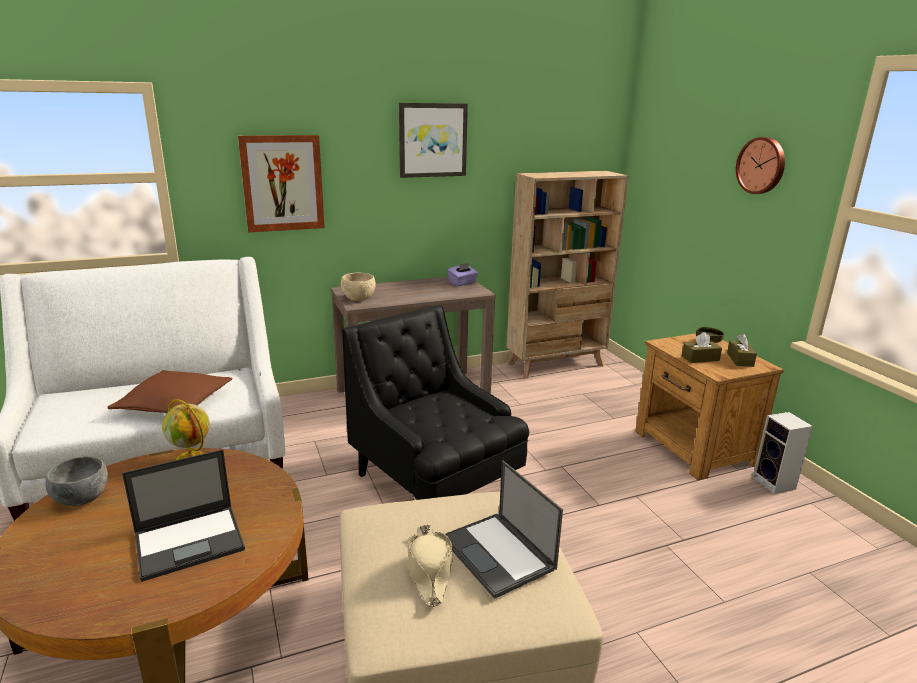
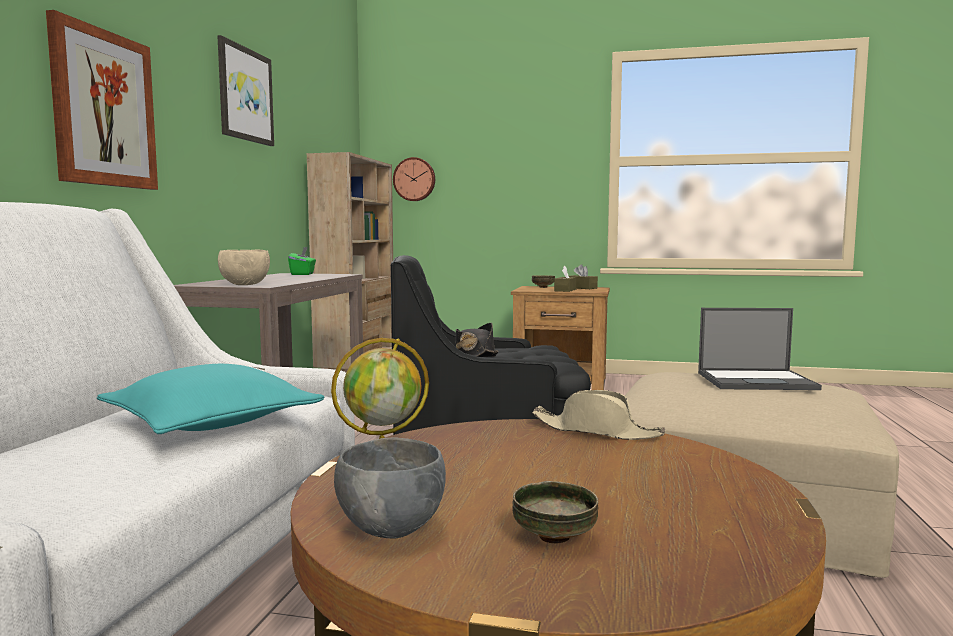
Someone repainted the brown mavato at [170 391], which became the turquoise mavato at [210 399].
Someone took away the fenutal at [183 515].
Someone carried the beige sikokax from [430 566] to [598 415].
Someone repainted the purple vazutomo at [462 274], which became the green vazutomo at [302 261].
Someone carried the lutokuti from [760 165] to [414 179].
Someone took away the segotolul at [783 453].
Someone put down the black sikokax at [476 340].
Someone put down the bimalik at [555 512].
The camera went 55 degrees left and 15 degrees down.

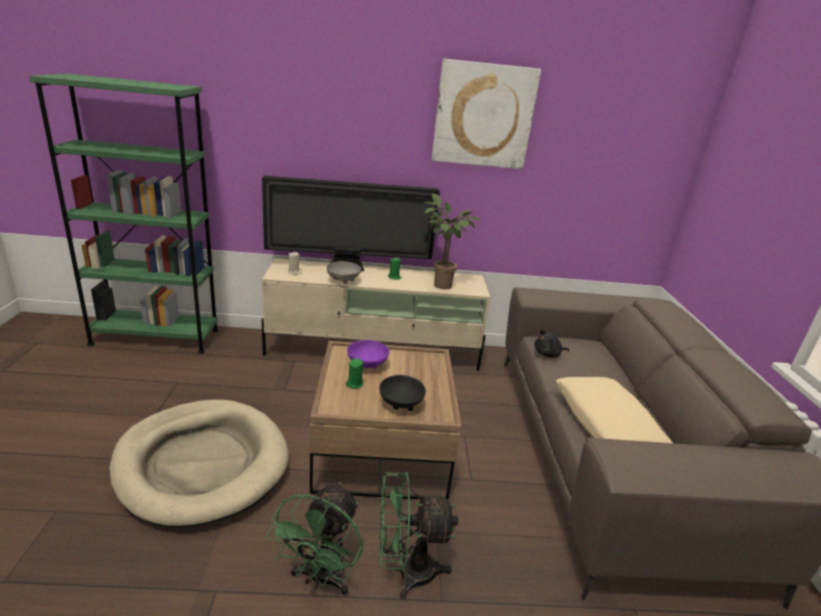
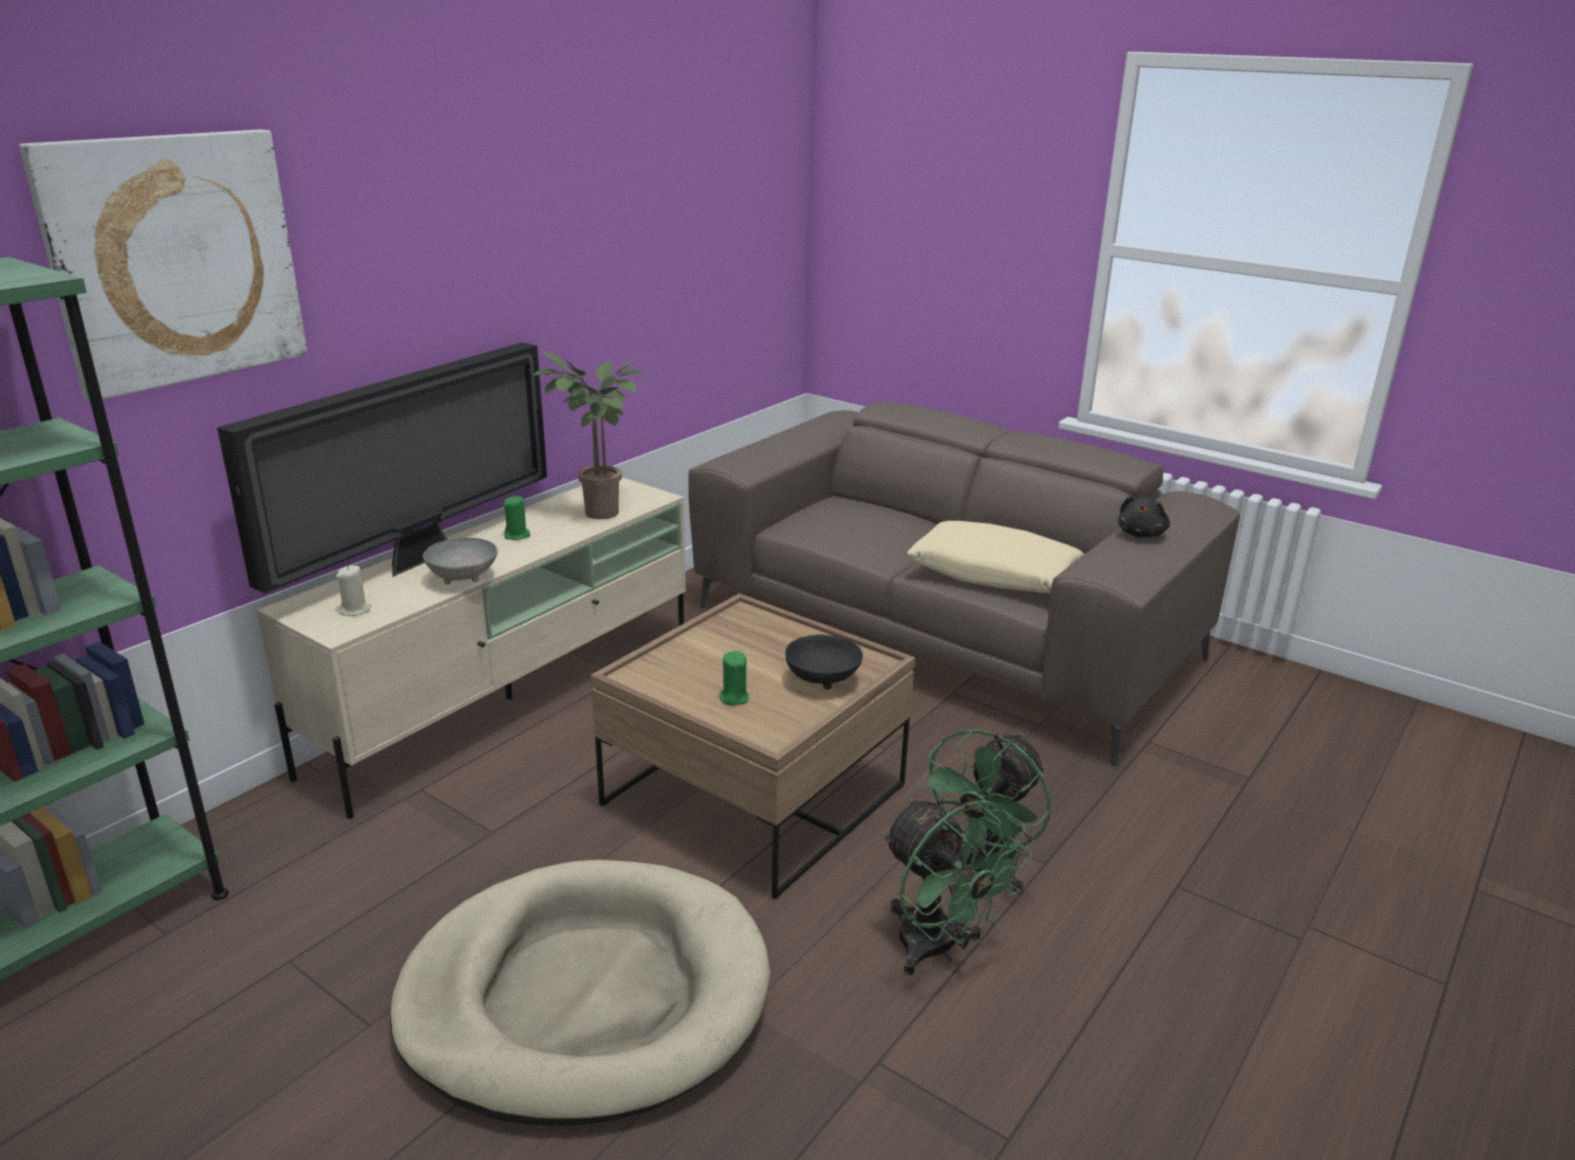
Someone took away the purple bimalik at [368 354].
Someone carried the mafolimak from [486 114] to [163 265].
Someone carried the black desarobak from [551 343] to [1144 517].
The camera went 50 degrees left and 0 degrees up.

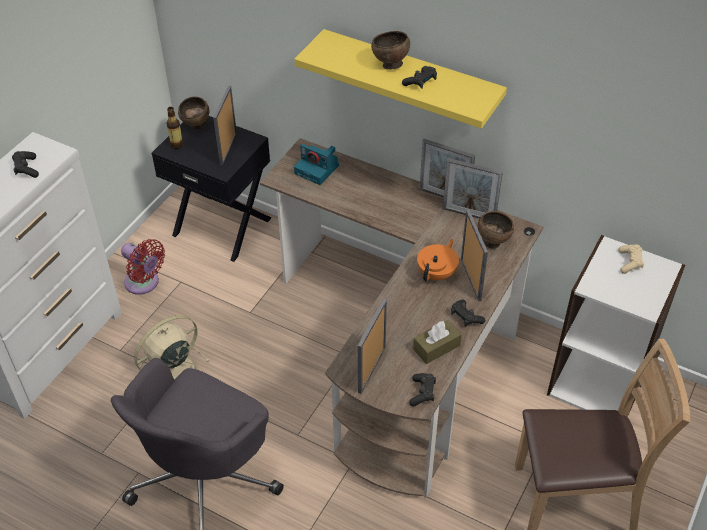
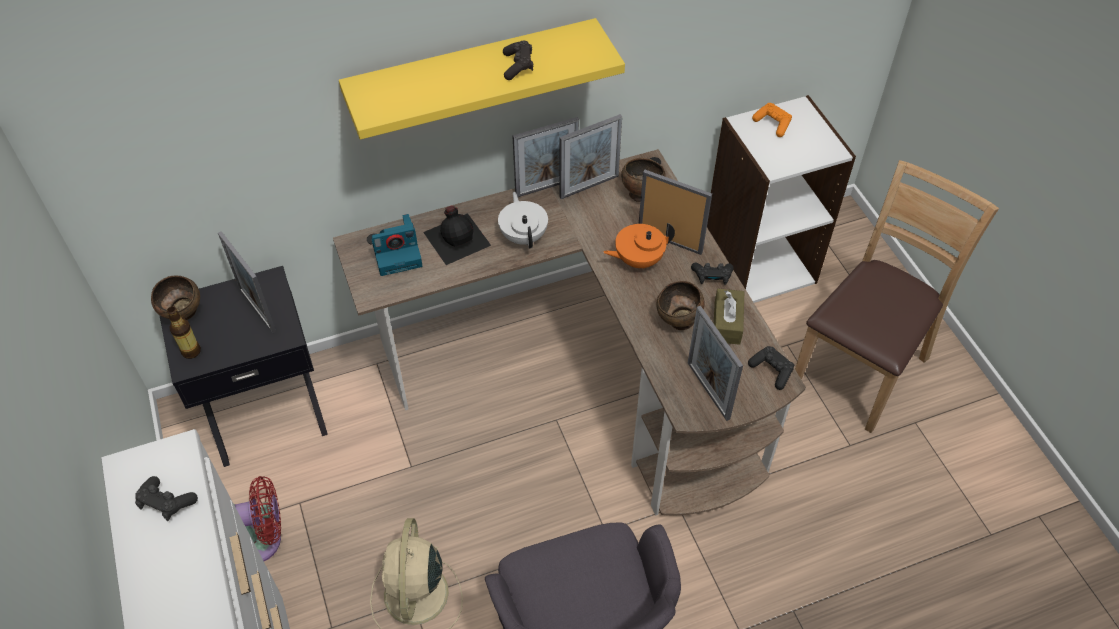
Someone carried the brown bimalik from [390 50] to [680 305].
Someone rotated the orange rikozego at [438 260] by 90 degrees counterclockwise.
Someone repainted the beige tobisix at [631 259], which became the orange tobisix at [772 120].
Someone put down the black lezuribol at [457 235].
Someone put down the white rikozego at [523 220].
The camera went 50 degrees left and 5 degrees up.

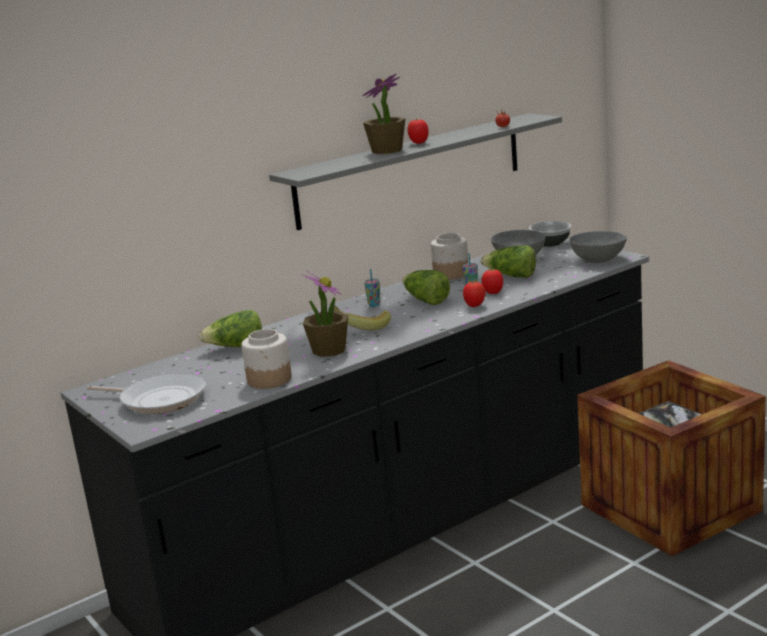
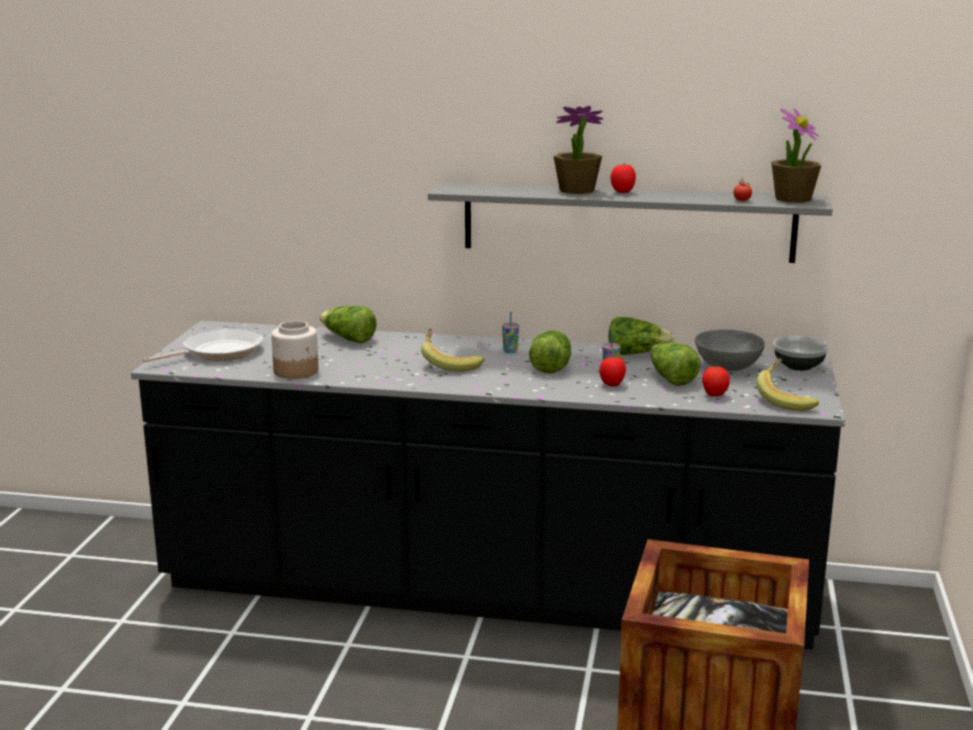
Someone rotated the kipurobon at [146 393] by 105 degrees counterclockwise.
Someone carried the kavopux from [325 314] to [796 155].
Someone swapped the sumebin at [449 256] for the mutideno at [641 336].
Someone carried the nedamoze from [474 294] to [716 381].
Someone swapped the grey bimalik at [598 247] for the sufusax at [787 384].
The camera went 45 degrees right and 0 degrees up.

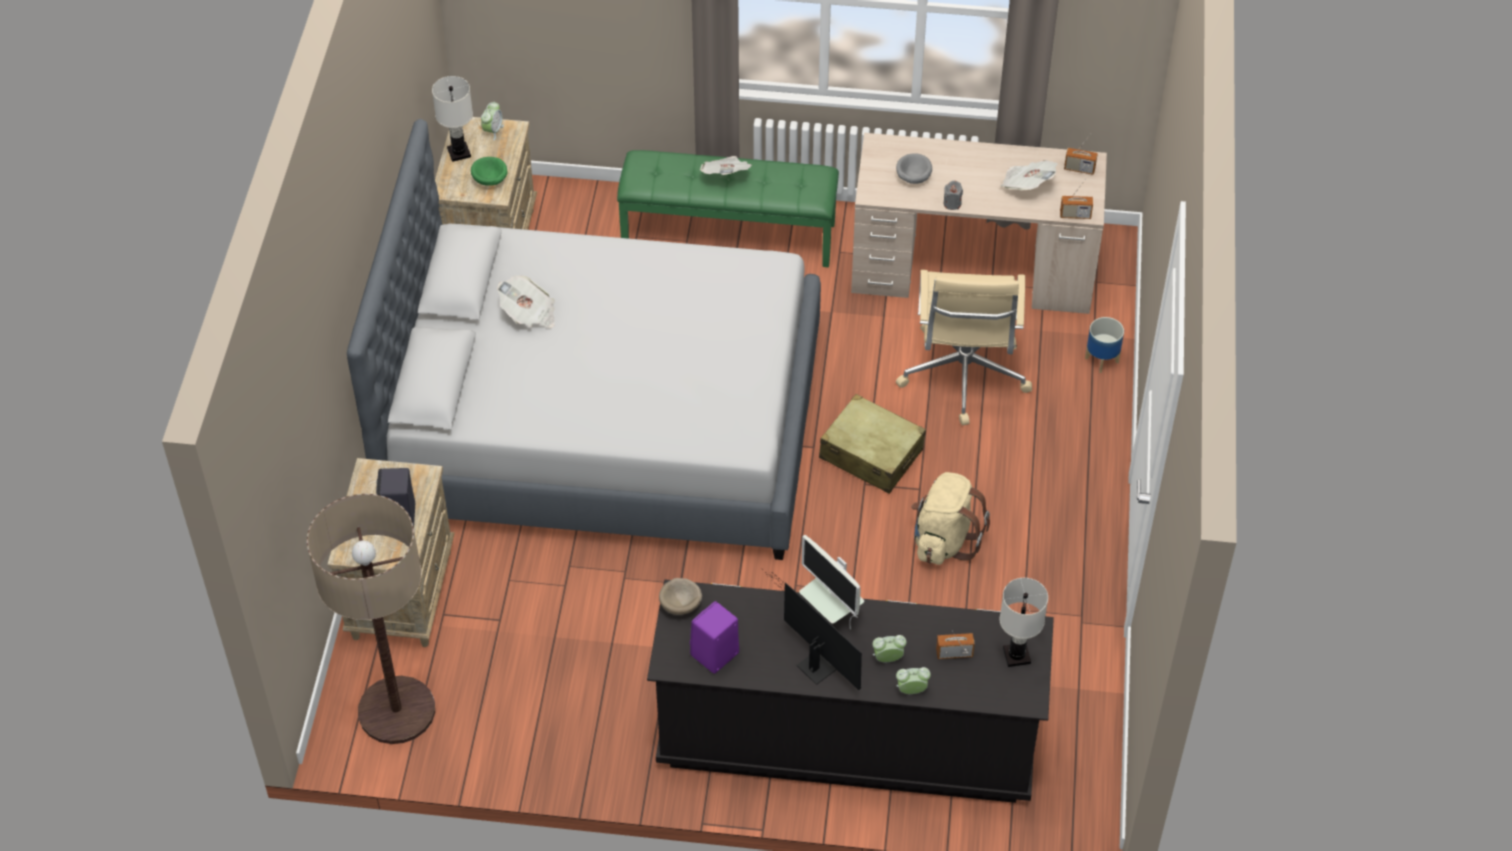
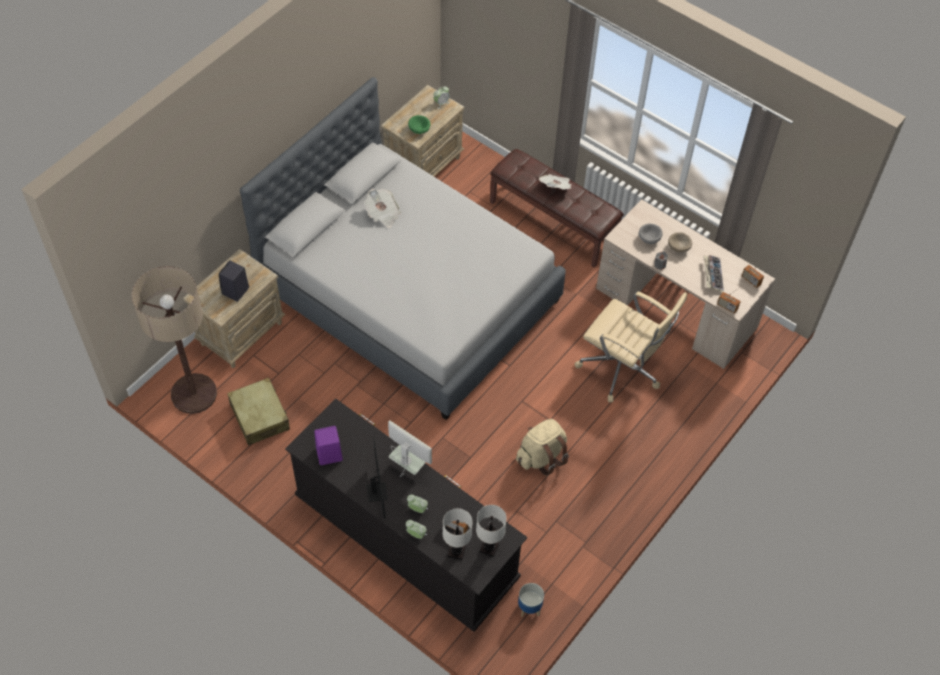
Someone carried the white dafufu from [452 119] to [458 534].
Someone repainted the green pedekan at [728 208], which became the brown pedekan at [557 208].
Someone carried the beige bimalik from [680 596] to [680 242].
Someone rotated the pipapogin at [831 582] by 135 degrees clockwise.
Someone carried the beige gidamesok from [872 444] to [258 412].
Someone rotated the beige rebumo at [964 347] by 90 degrees counterclockwise.
Someone swapped the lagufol at [1029 175] for the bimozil at [713 273].
Someone carried the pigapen from [1104 345] to [531 600].
The camera went 30 degrees right and 5 degrees up.

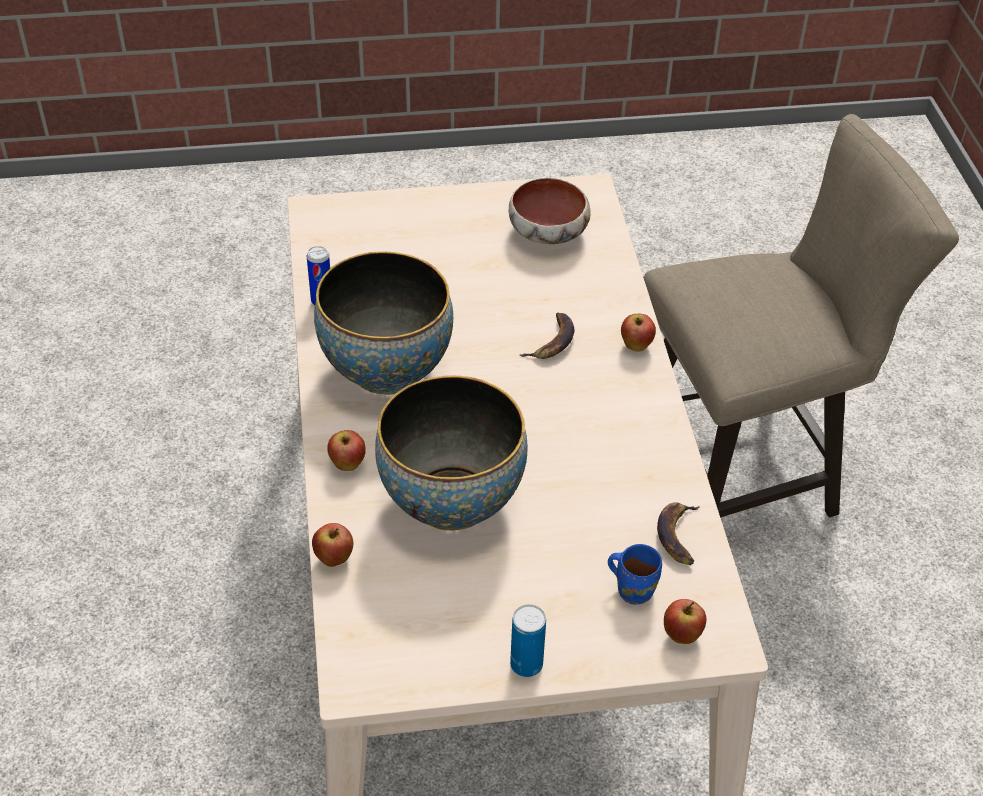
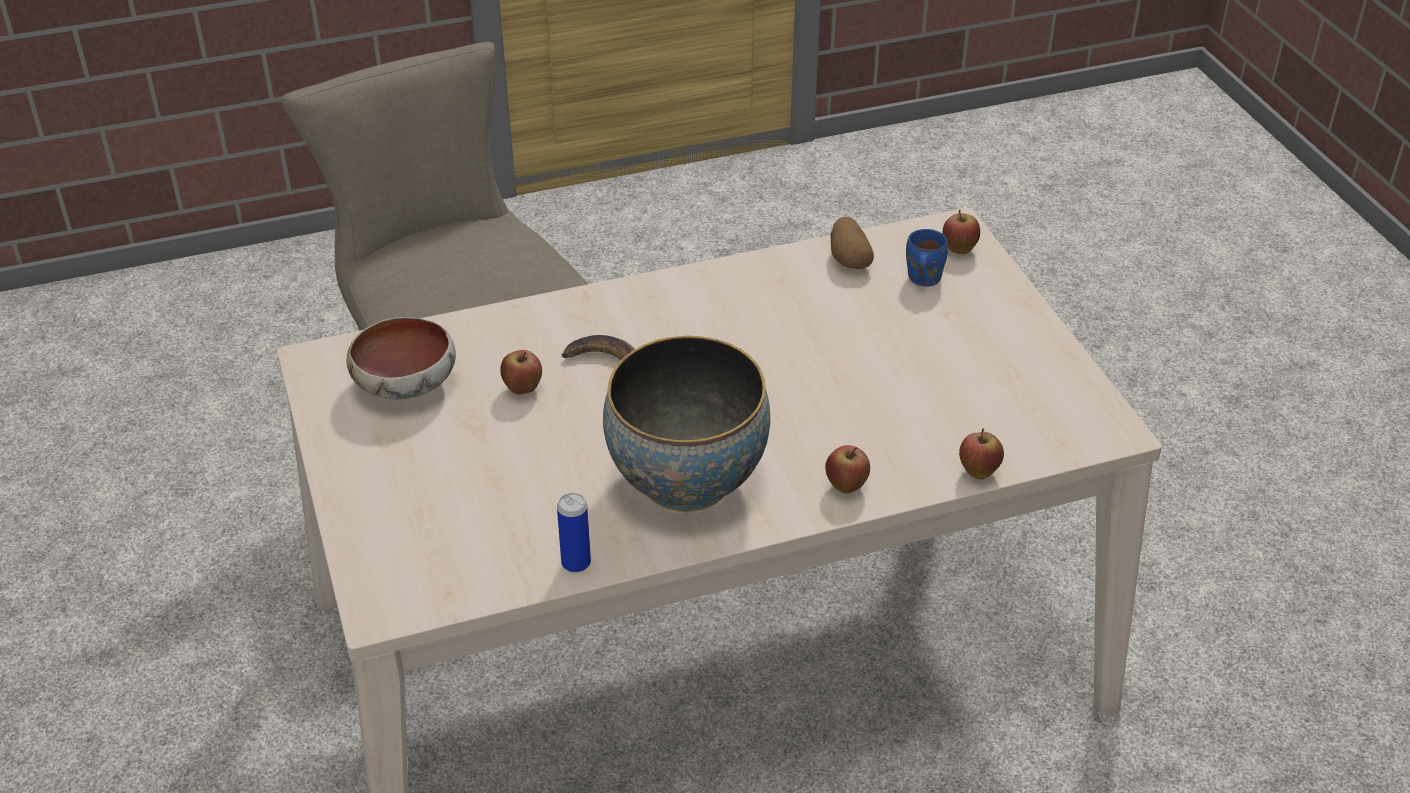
Someone took away the bimalik at [451 453].
Someone took away the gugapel at [528 640].
Someone carried the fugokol from [638 333] to [521 372].
Someone swapped the sufusax at [678 533] for the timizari at [852 243].
The camera went 100 degrees left and 5 degrees down.

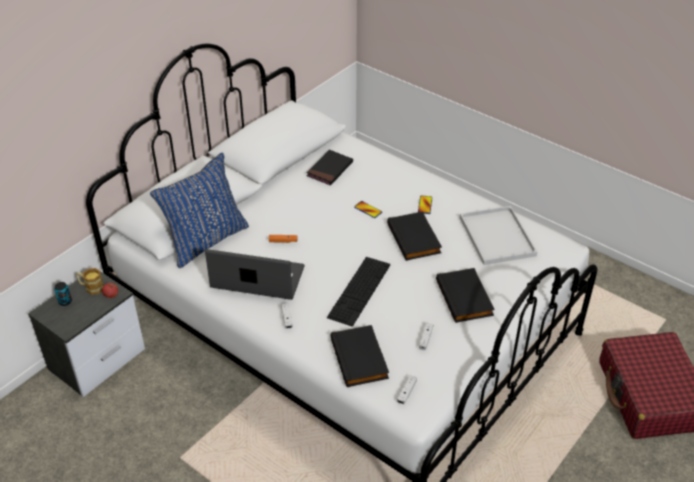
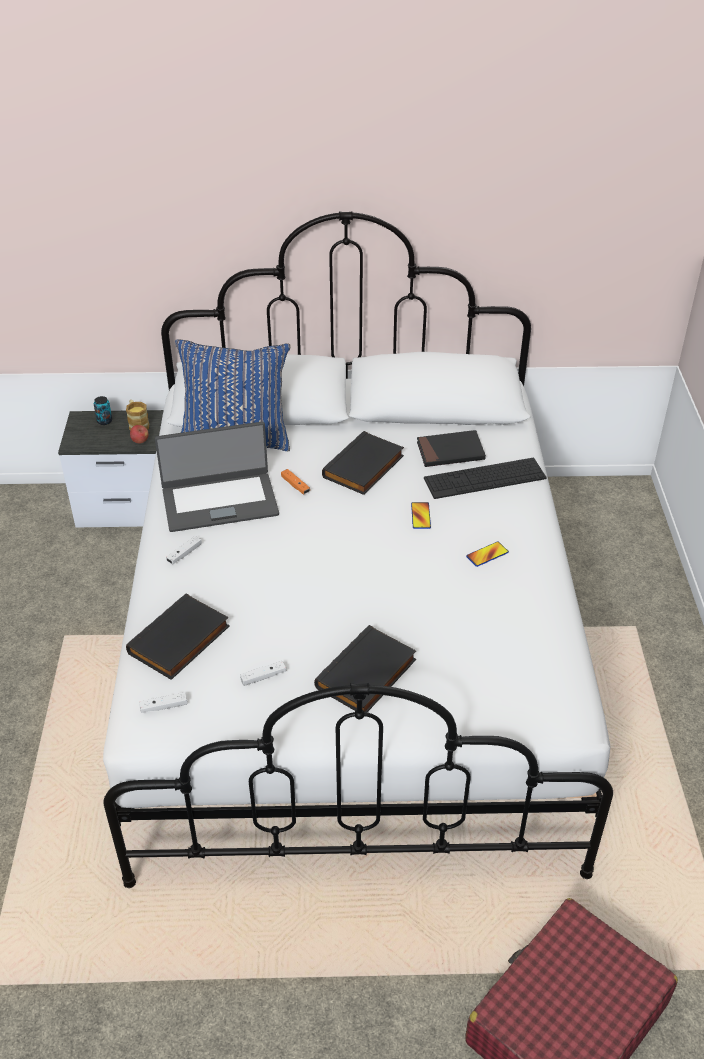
Someone rotated the fenutal at [254 274] by 105 degrees clockwise.
Someone carried the bimozil from [358 292] to [485 478].
Someone carried the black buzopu from [414 236] to [363 463].
Someone took away the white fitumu at [498 235].
The camera went 50 degrees right and 0 degrees up.

